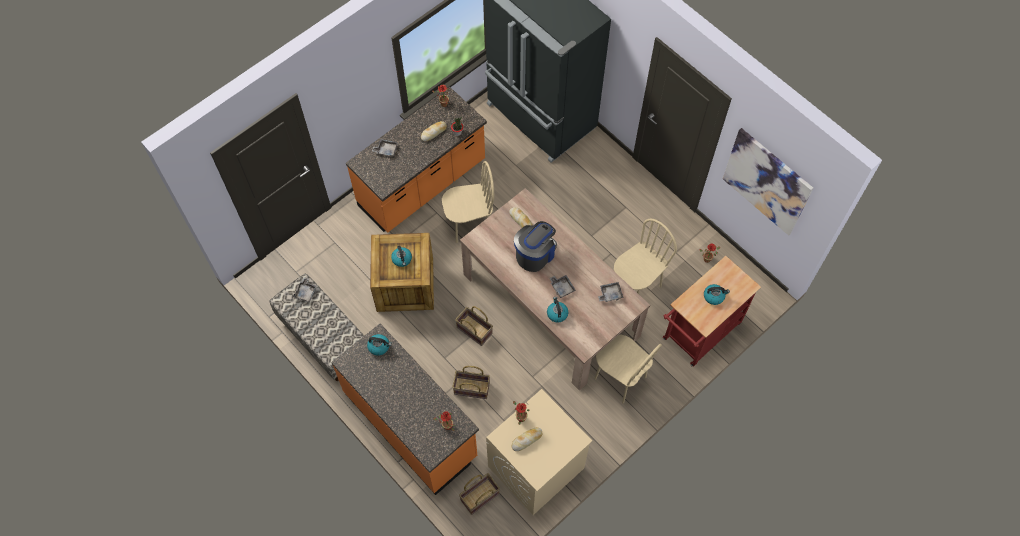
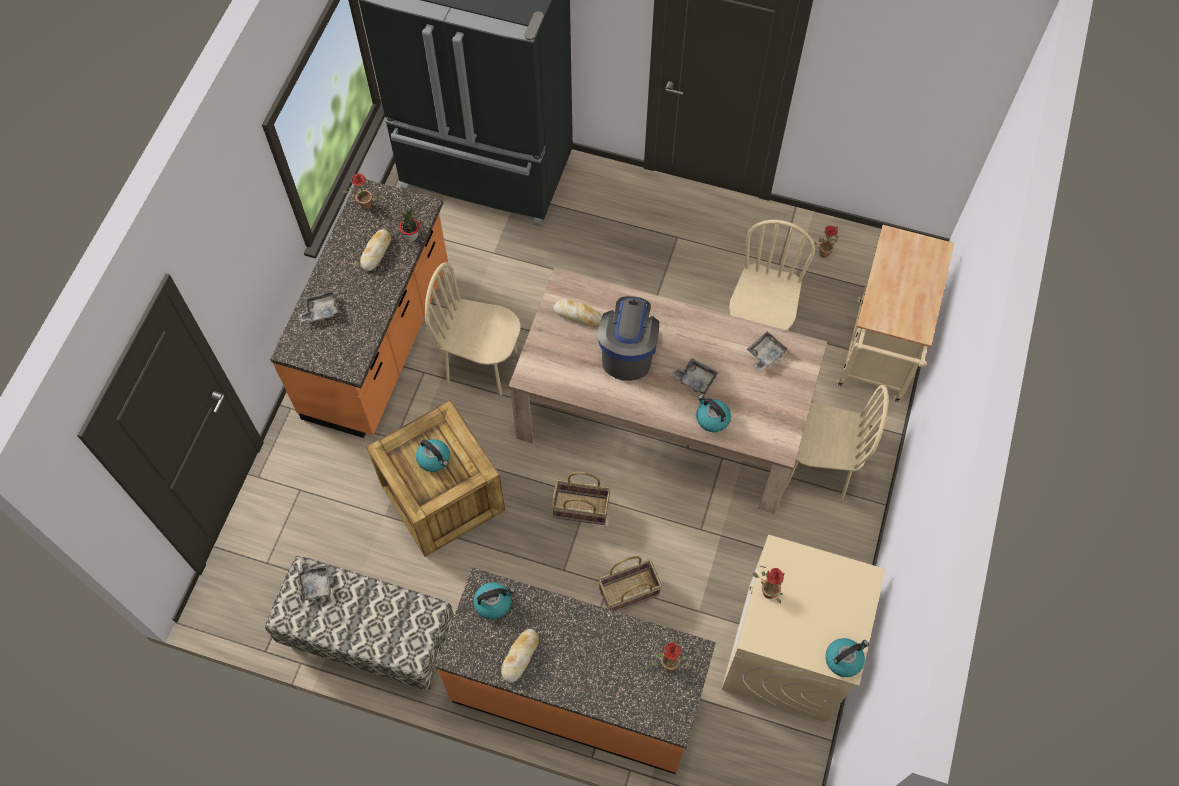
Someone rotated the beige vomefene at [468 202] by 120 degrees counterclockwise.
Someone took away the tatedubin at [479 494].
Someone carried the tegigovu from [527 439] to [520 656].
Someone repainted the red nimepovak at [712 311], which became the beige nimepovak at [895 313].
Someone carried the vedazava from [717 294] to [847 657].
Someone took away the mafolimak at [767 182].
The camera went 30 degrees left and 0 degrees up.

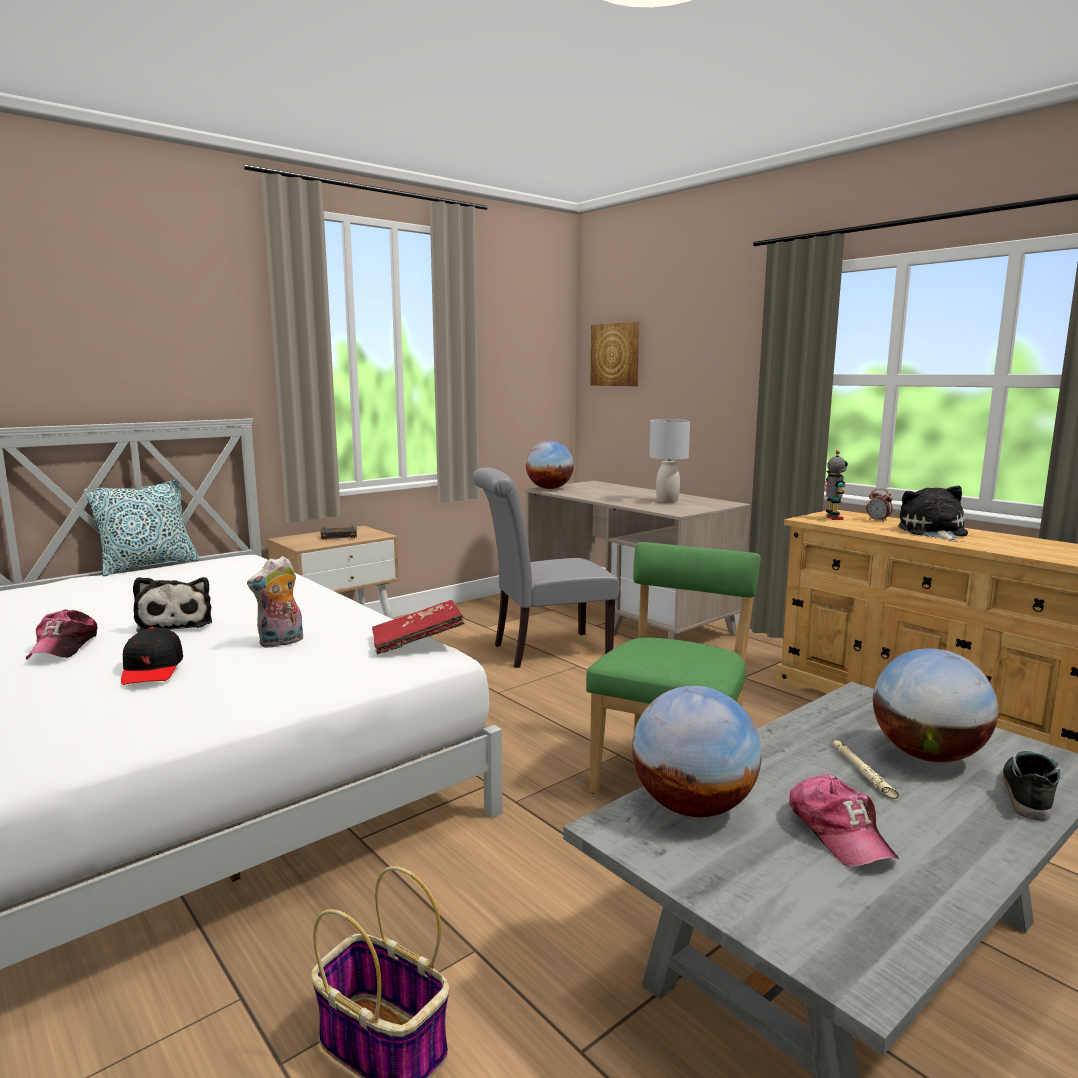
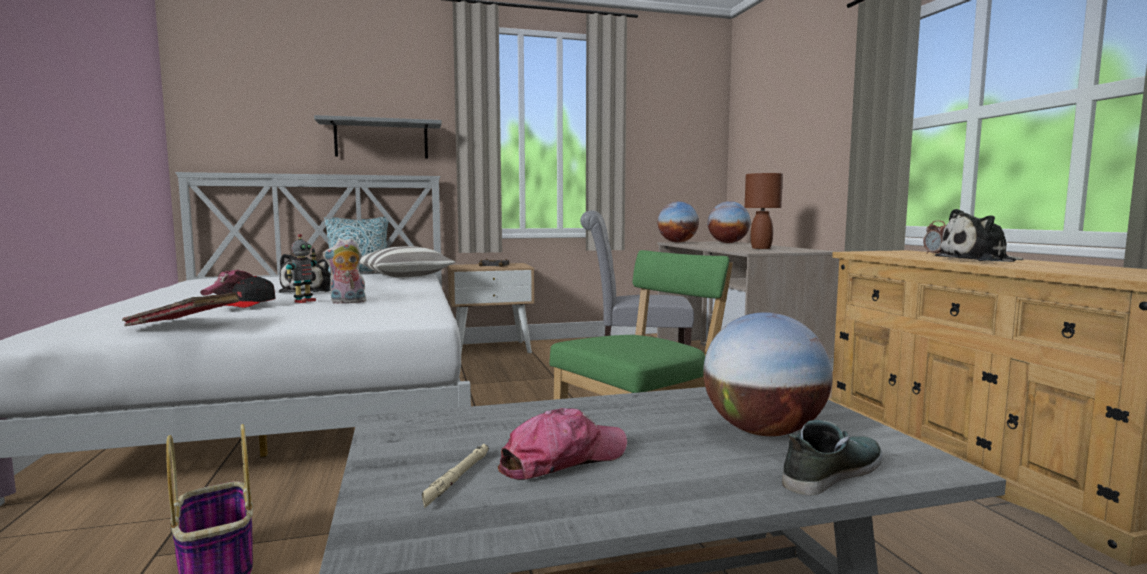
Someone carried the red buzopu from [418 627] to [180 309].
Someone took away the mafolimak at [615 354].
Someone carried the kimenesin from [697 751] to [729 222].
Someone repainted the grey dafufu at [669 461], which became the brown dafufu at [764 211].
Someone rotated the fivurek at [844 820] by 135 degrees counterclockwise.
Someone carried the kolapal from [836 485] to [301 268].
Someone carried the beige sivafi from [866 769] to [455 476].
Someone rotated the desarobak at [933 514] by 120 degrees counterclockwise.
Someone put up the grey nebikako at [378 137].
Someone put down the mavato at [407 261].
The camera went 25 degrees right and 5 degrees down.

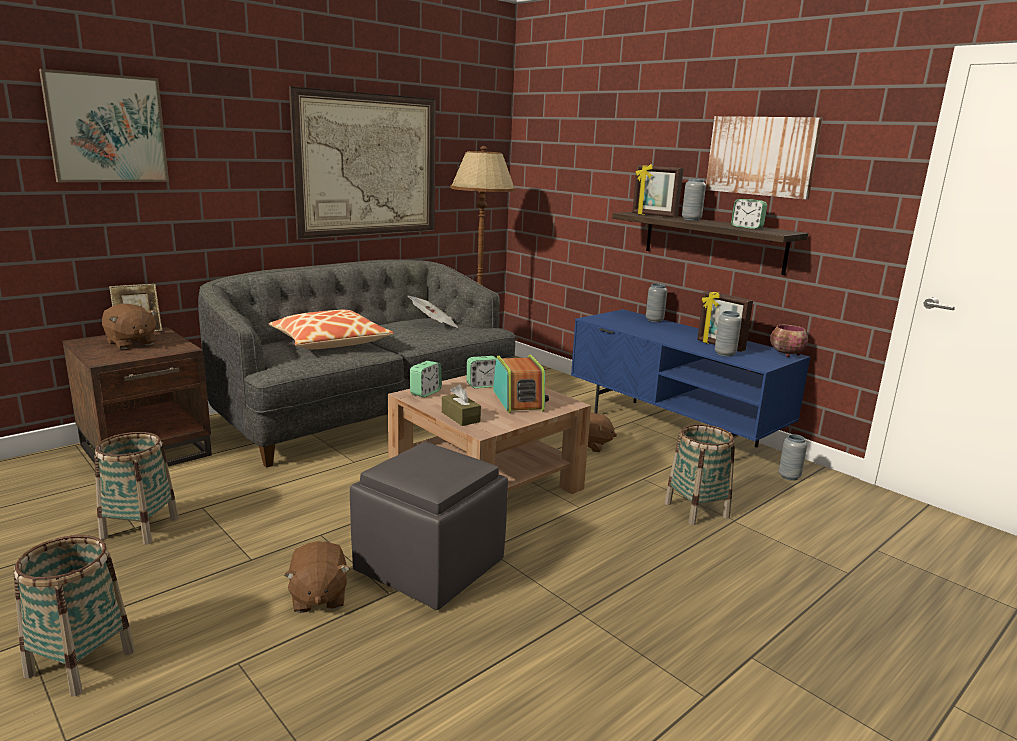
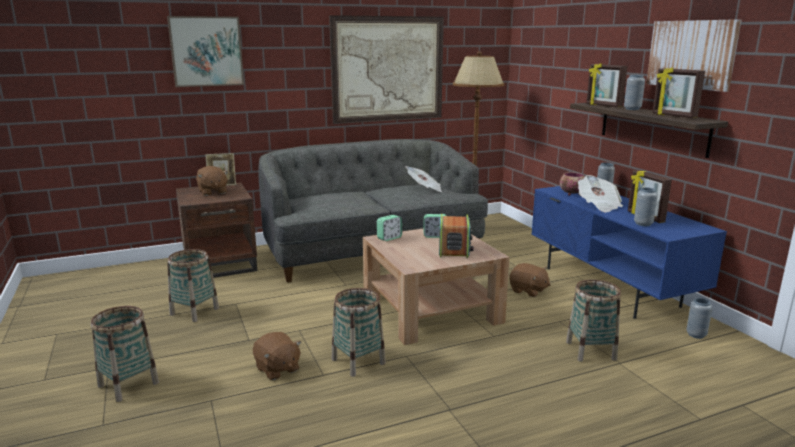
Someone took away the mavato at [331 329].
Someone rotated the brown desarobak at [317 577] by 45 degrees counterclockwise.
Someone swapped the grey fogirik at [429 526] for the tatedubin at [359 332].
Someone took away the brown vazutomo at [461 405].
Someone swapped the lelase at [749 214] for the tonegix at [678 92].
Someone carried the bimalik from [789 341] to [571 184].
Someone put down the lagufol at [600 193].
The camera went 20 degrees right and 0 degrees up.

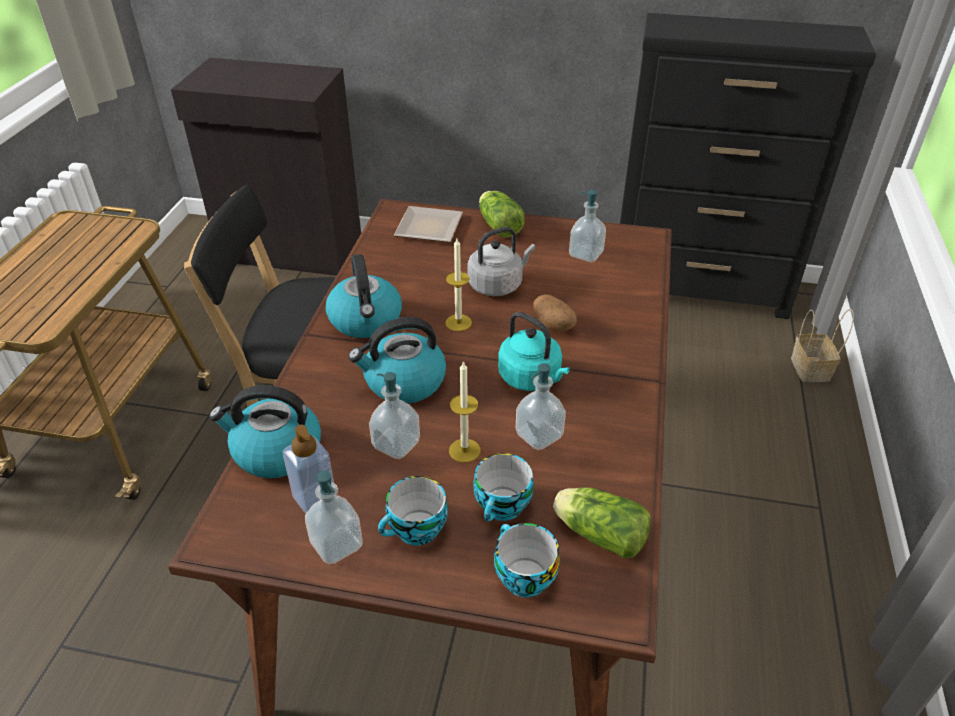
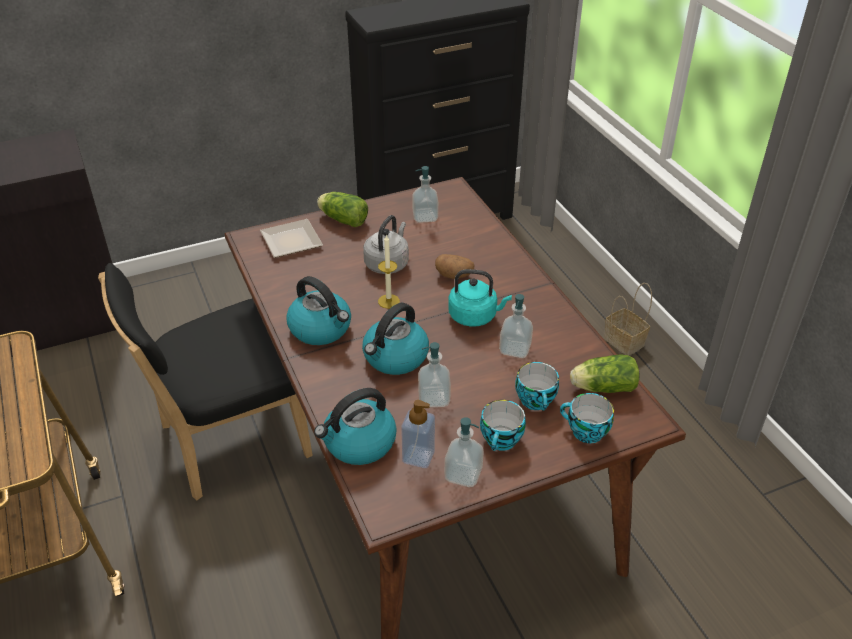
Someone took away the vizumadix at [464 412].
Someone carried the tatedubin from [822 345] to [628 319].
The camera went 35 degrees left and 0 degrees up.

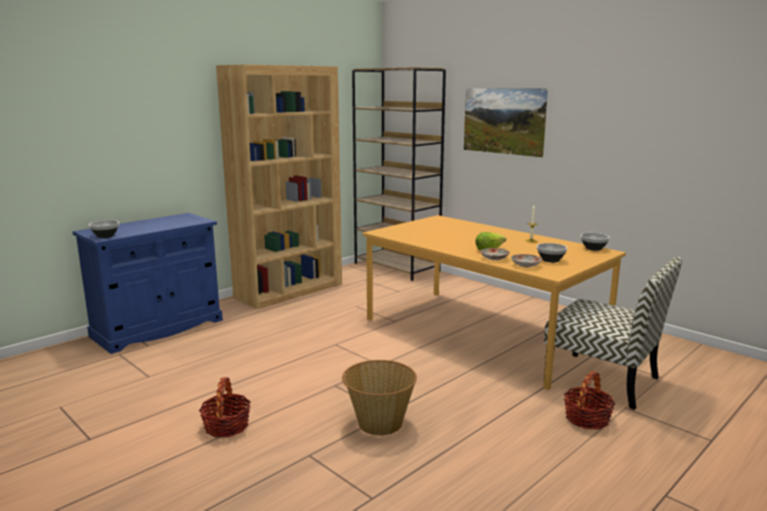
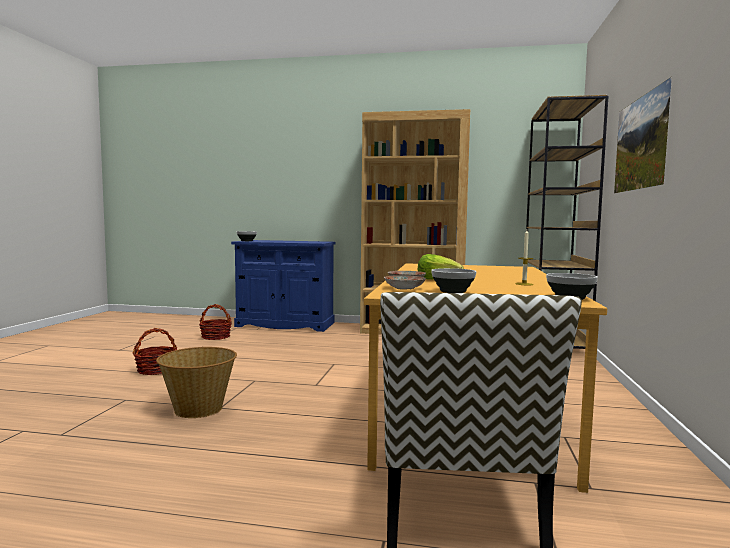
Someone carried the tatedubin from [590 400] to [215 322].
The camera went 55 degrees right and 10 degrees down.

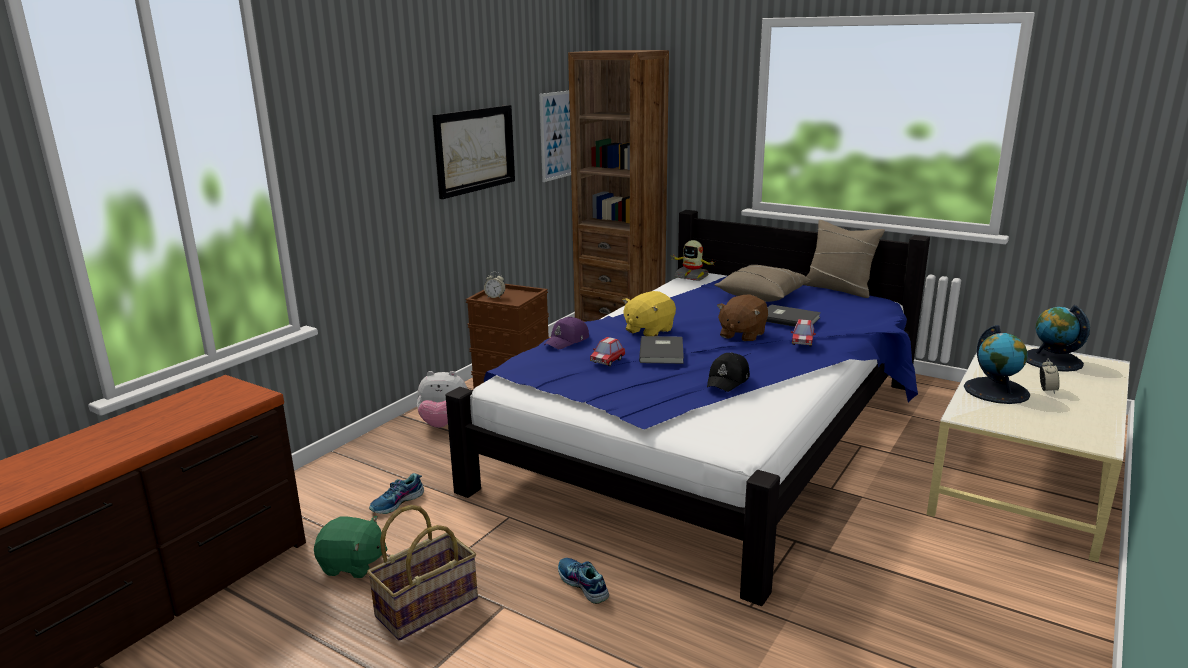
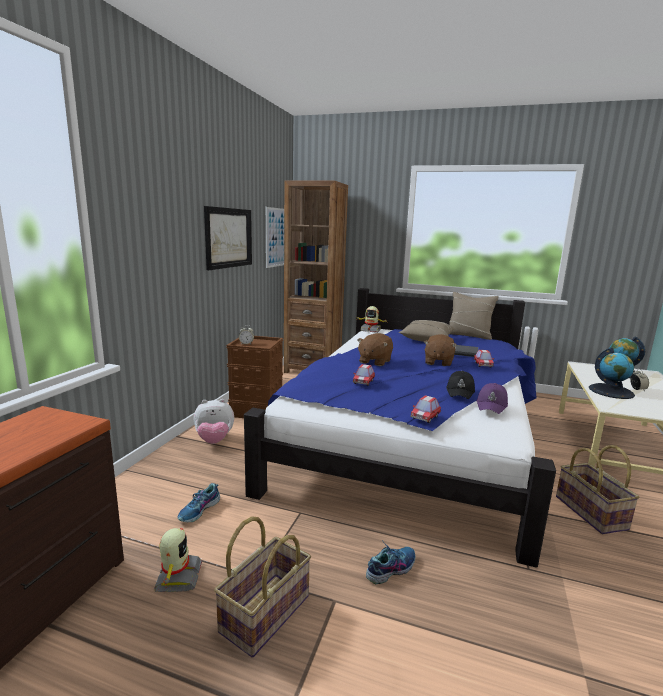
Someone swapped the green desarobak at [350 547] for the kolapal at [178 560].
Someone carried the purple fivurek from [566 333] to [492 398].
Someone rotated the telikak at [583 581] by 105 degrees clockwise.
Someone repainted the yellow desarobak at [649 313], which became the brown desarobak at [375 349].
Someone took away the grey buzopu at [661 350].
Someone put down the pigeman at [425 409].
Someone put down the tatedubin at [598 489].
The camera went 15 degrees left and 5 degrees down.

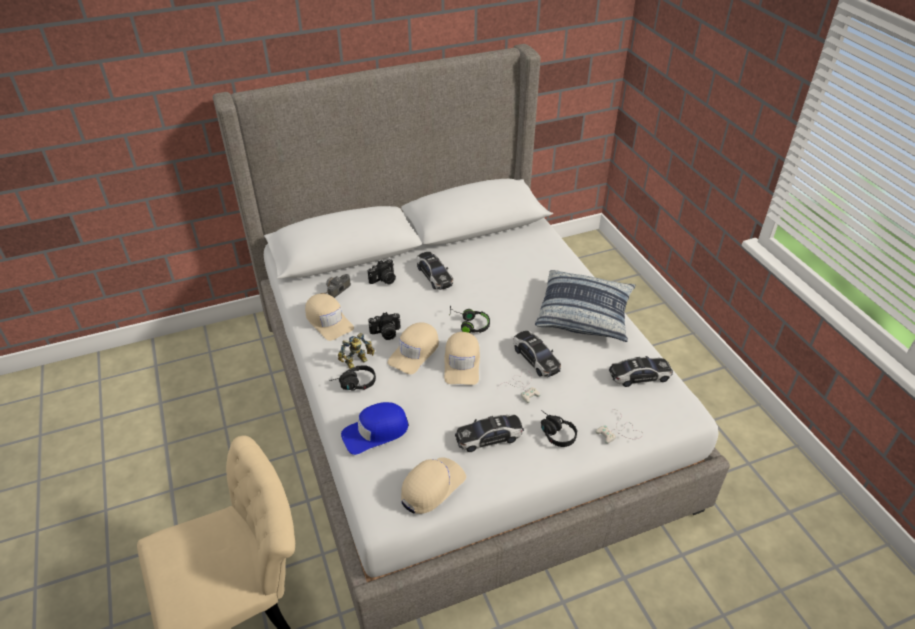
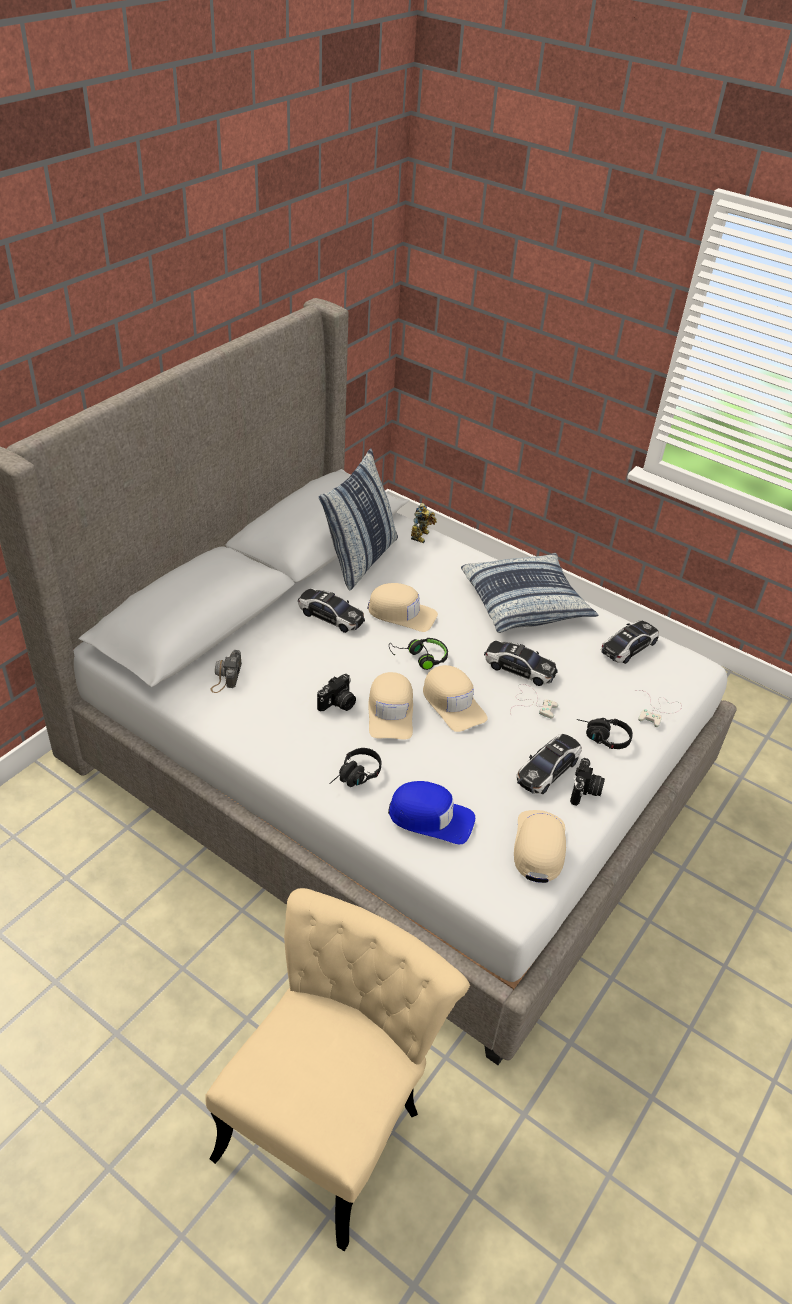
Someone carried the beige fivurek from [329 317] to [403 607].
Someone carried the kolapal from [356 351] to [424 523].
Someone rotated the blue fivurek at [375 428] by 105 degrees counterclockwise.
Someone carried the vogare from [382 272] to [587 782].
Someone put down the mavato at [358 519].
The camera went 35 degrees left and 0 degrees up.

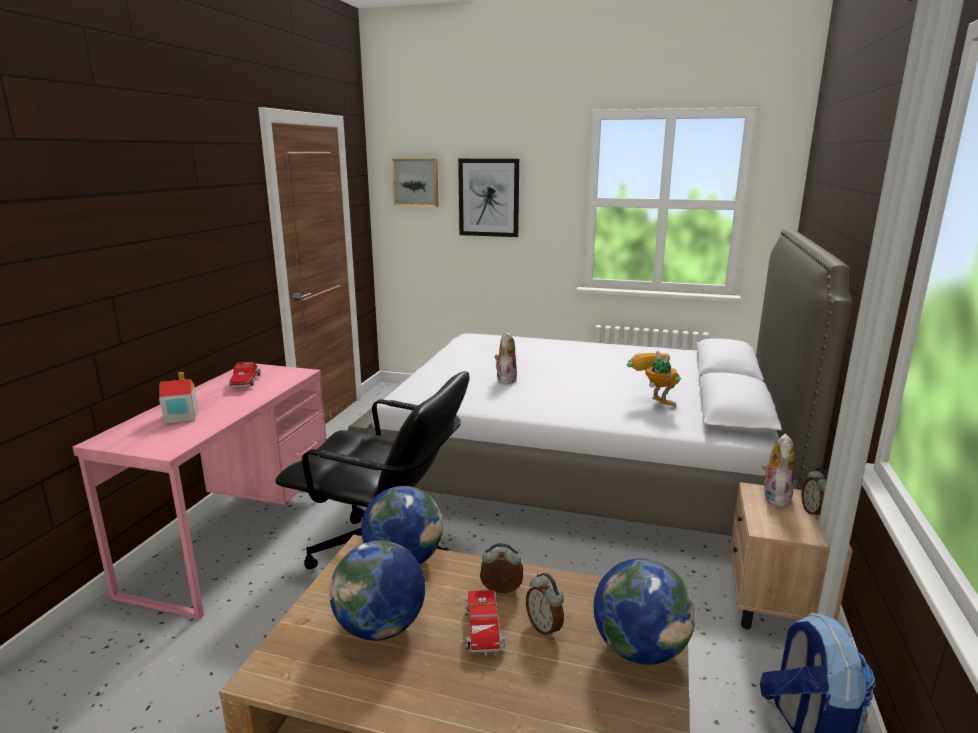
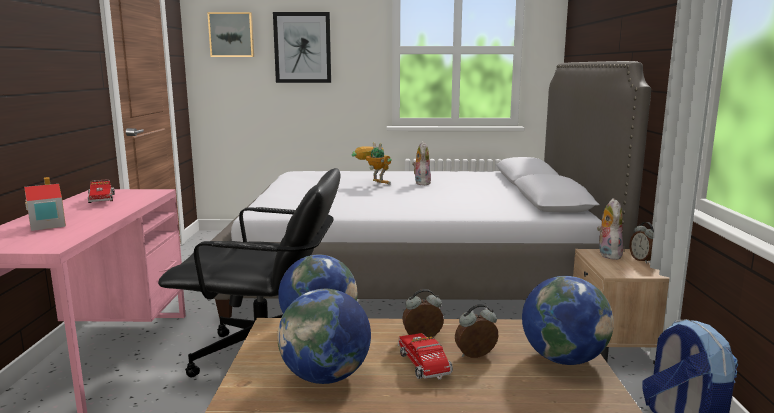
Someone carried the desarobak from [505 358] to [421 163].
Someone rotated the lelase at [545 606] by 120 degrees clockwise.
Someone carried the kolapal from [653 379] to [372 163].
The camera went 15 degrees left and 5 degrees down.

